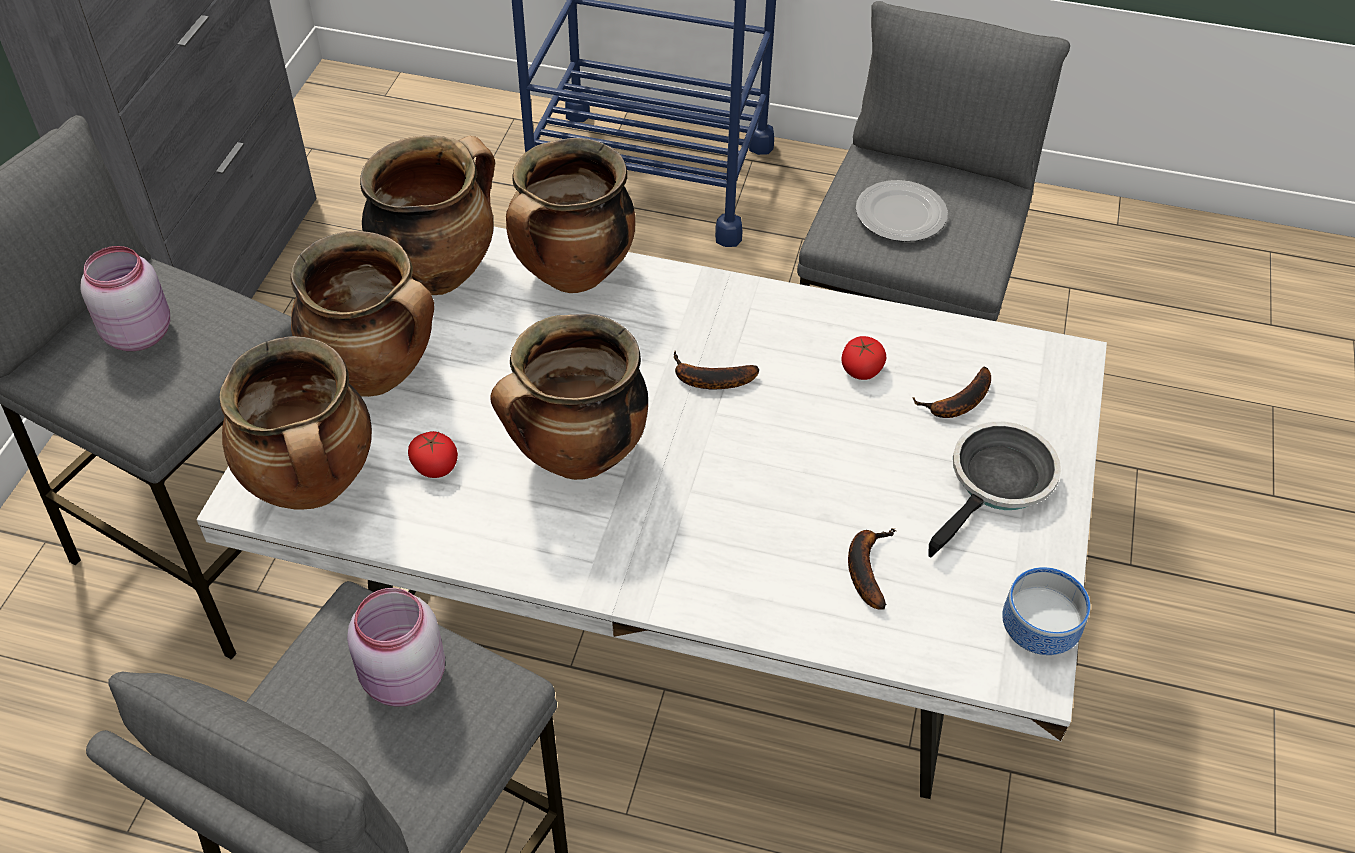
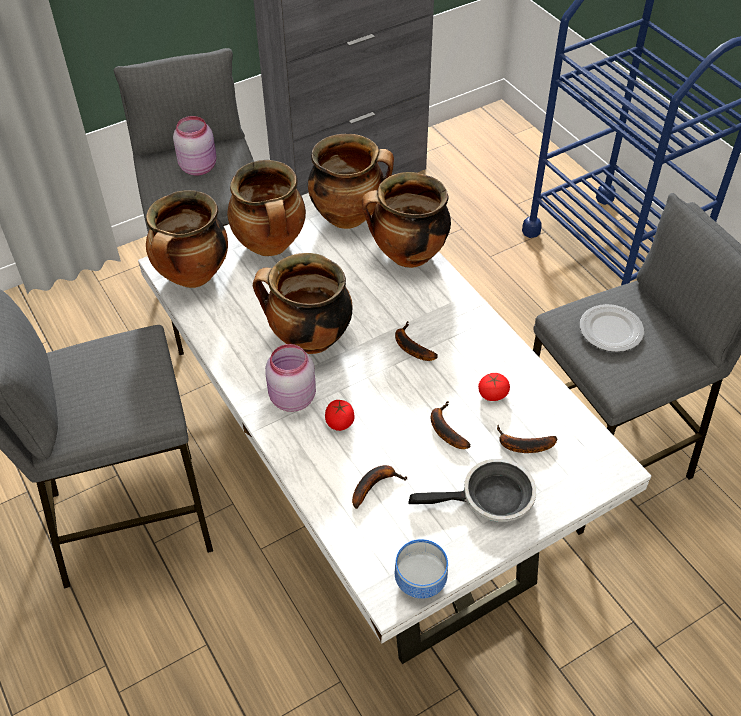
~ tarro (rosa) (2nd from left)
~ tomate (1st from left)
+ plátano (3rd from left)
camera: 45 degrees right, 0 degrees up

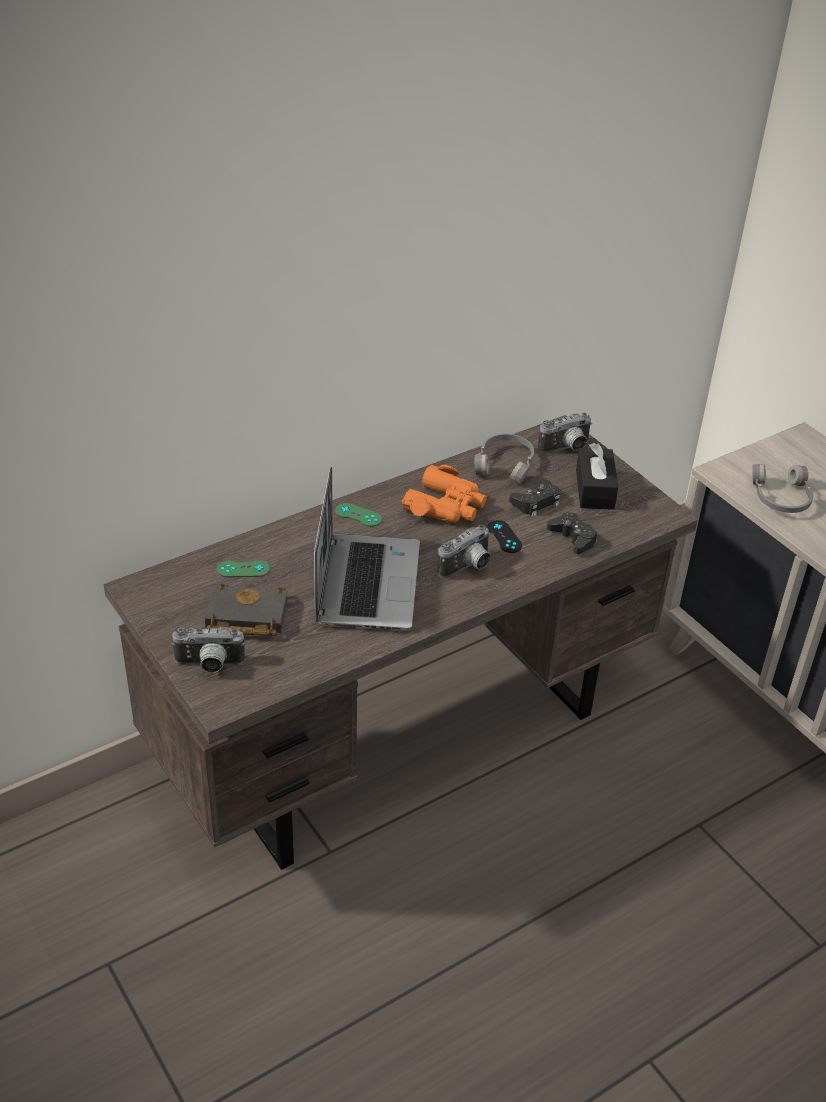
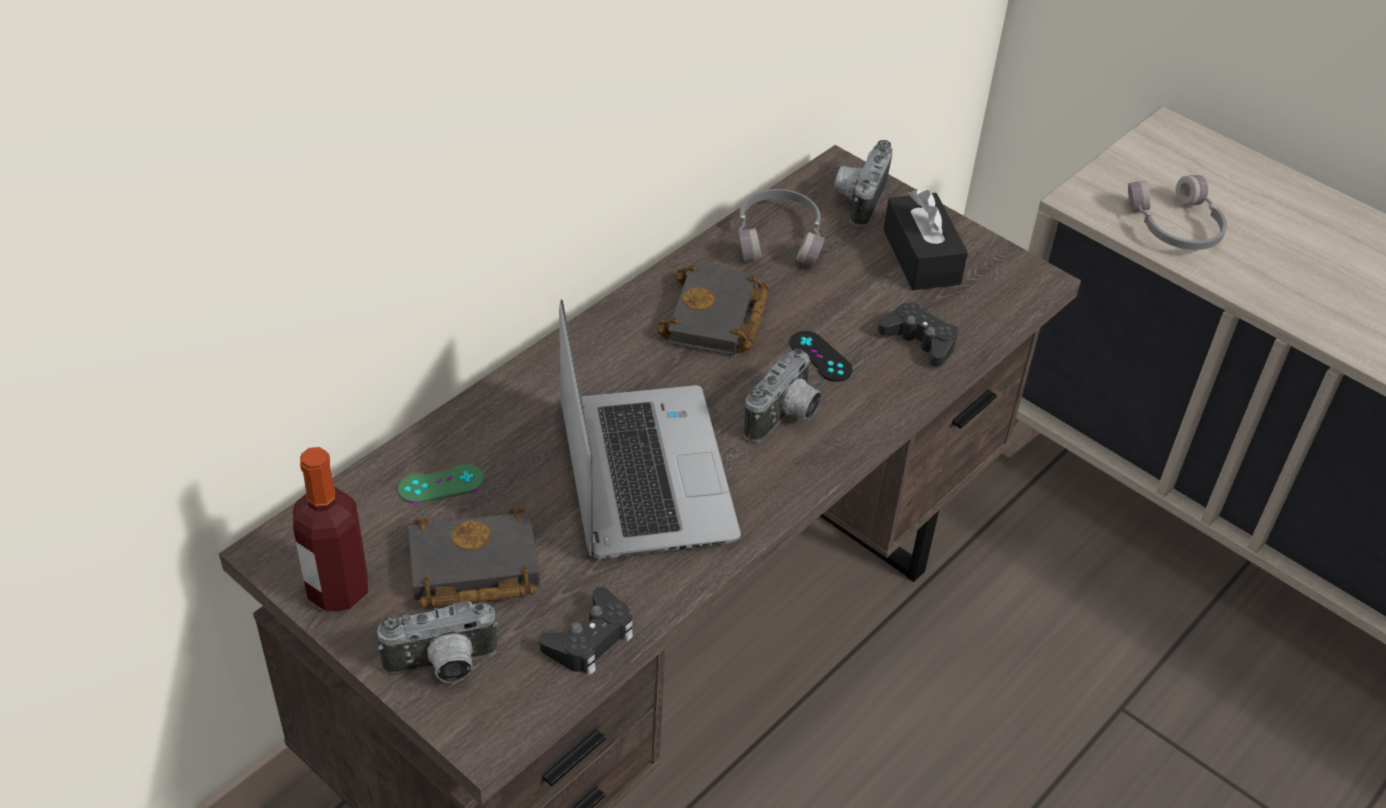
- mando de consola (verde) (2nd from left)
~ prismáticos (naranja) to libro (negro) (2nd from left)
~ mando de consola (negro) (2nd from left in the first image) to mando de consola (negro) (1st from left)
~ cámara (3rd from left) 150 degrees clockwise
+ botella
camera: 15 degrees left, 5 degrees up

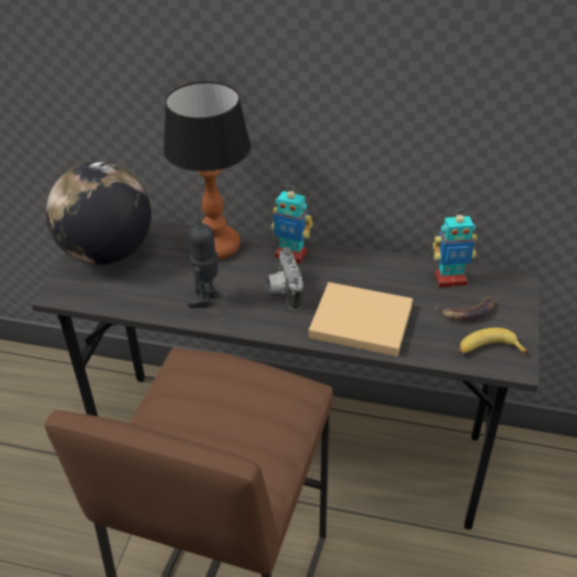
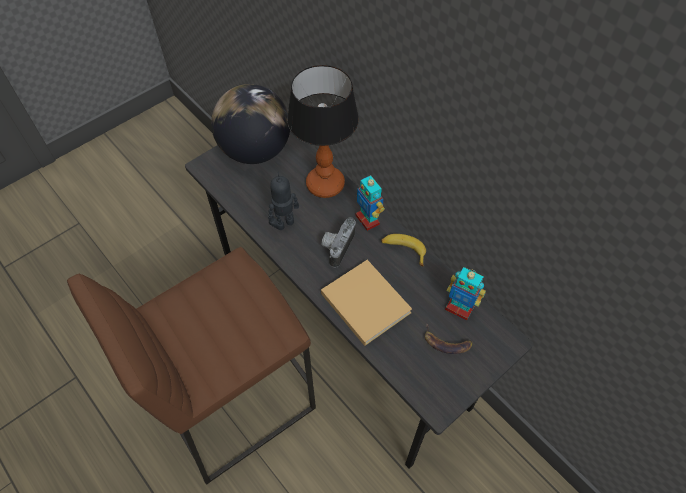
~ plátano (2nd from left in the first image) to plátano (1st from left)
camera: 35 degrees right, 15 degrees up

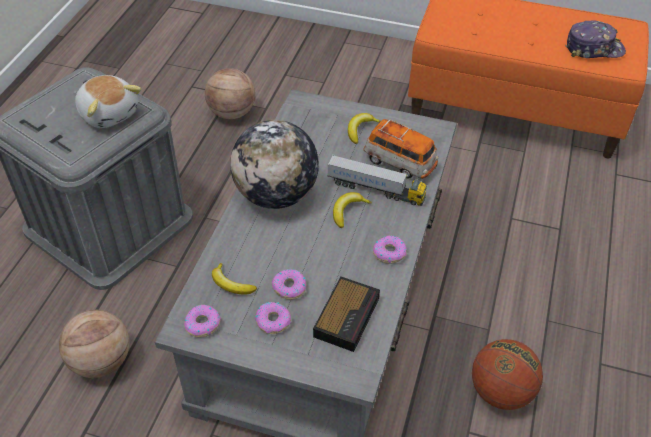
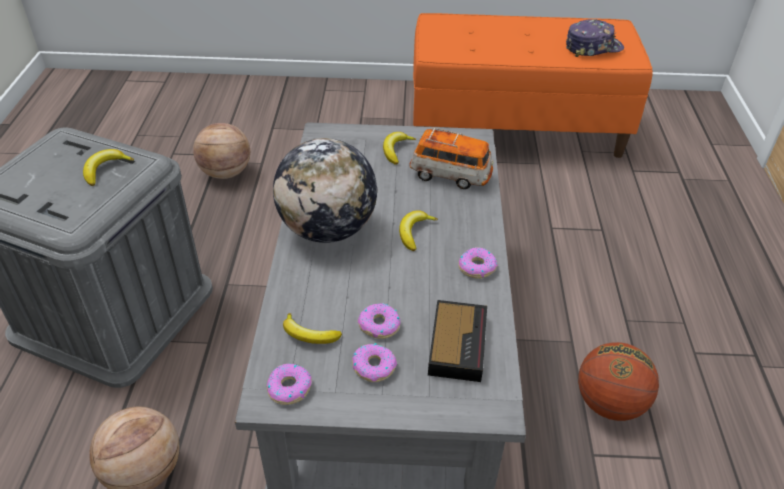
~ peluche to plátano (1st from left)
- camión de juguete
camera: 15 degrees left, 5 degrees down

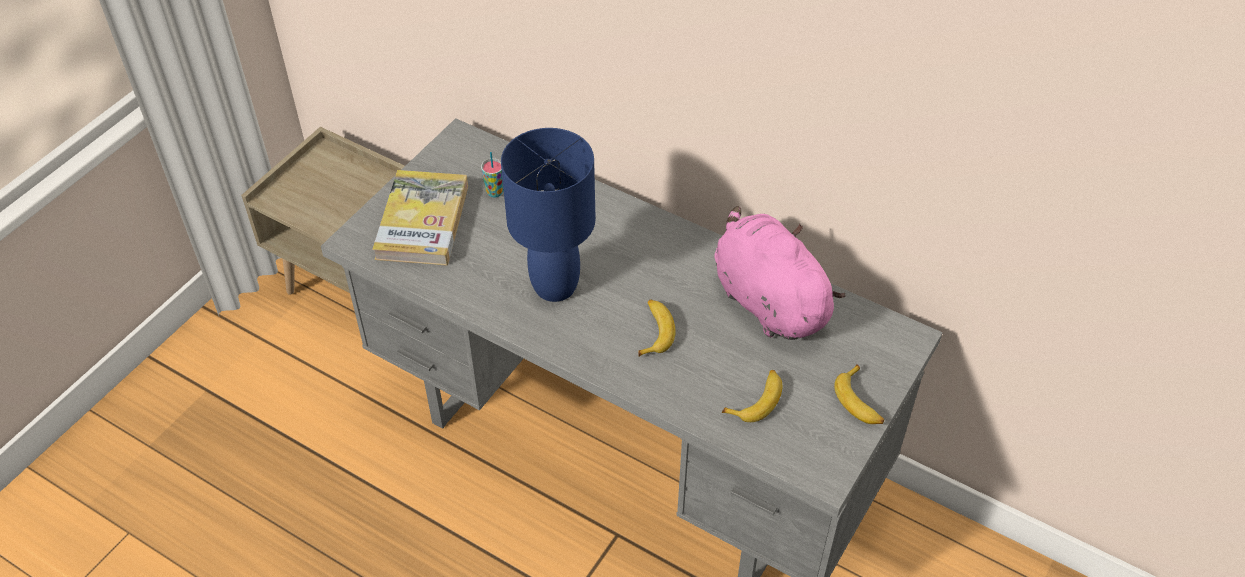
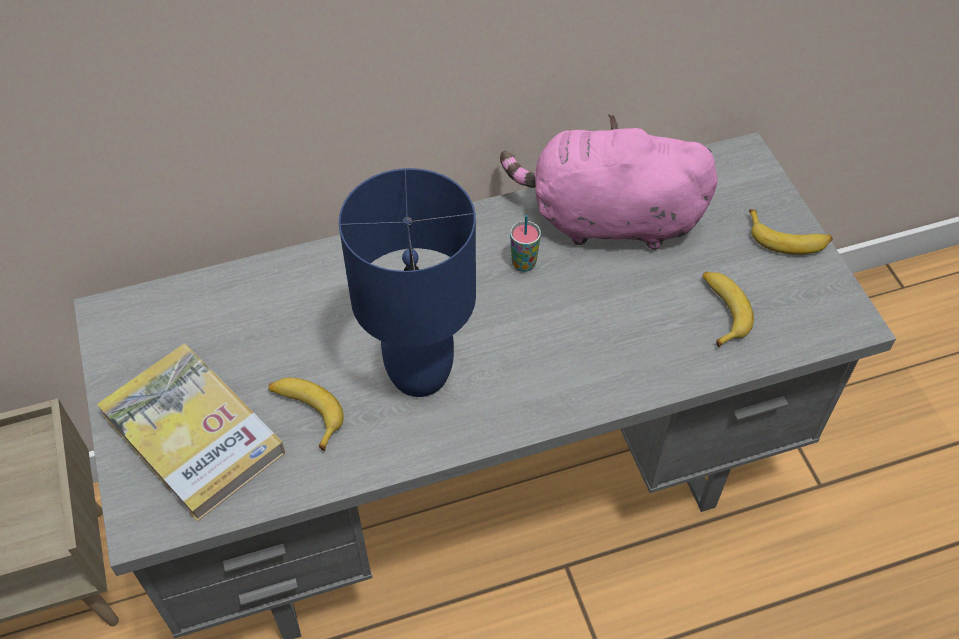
~ taza
~ plátano (1st from left)
camera: 50 degrees left, 5 degrees up

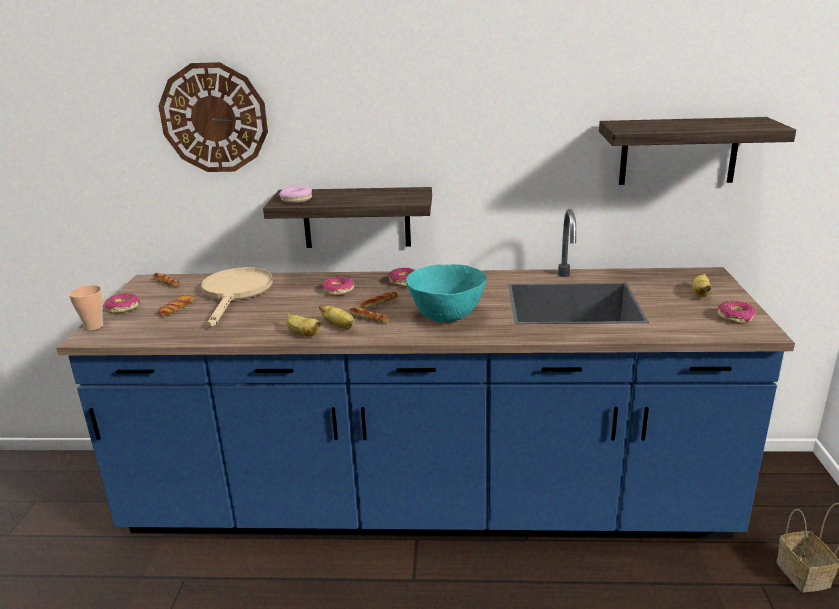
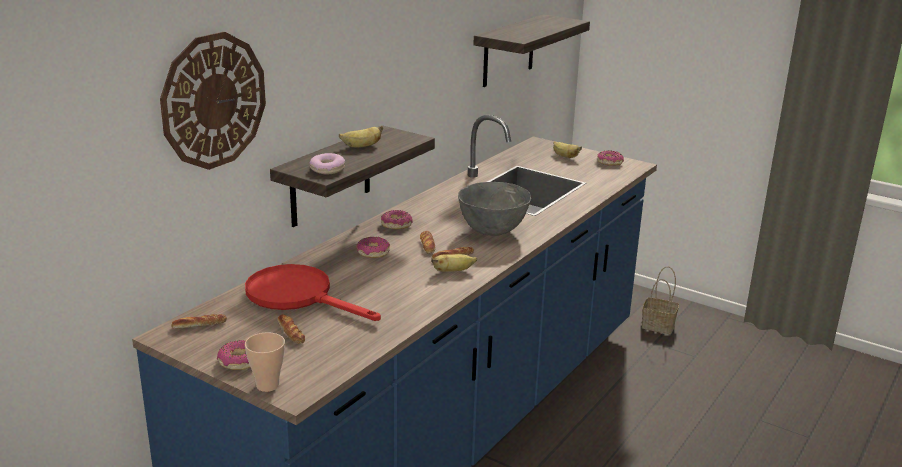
~ sartén (beis) to sartén (rojo)
~ plátano (1st from left)
~ cuenco (turquesa) to cuenco (gris)
camera: 60 degrees left, 0 degrees up

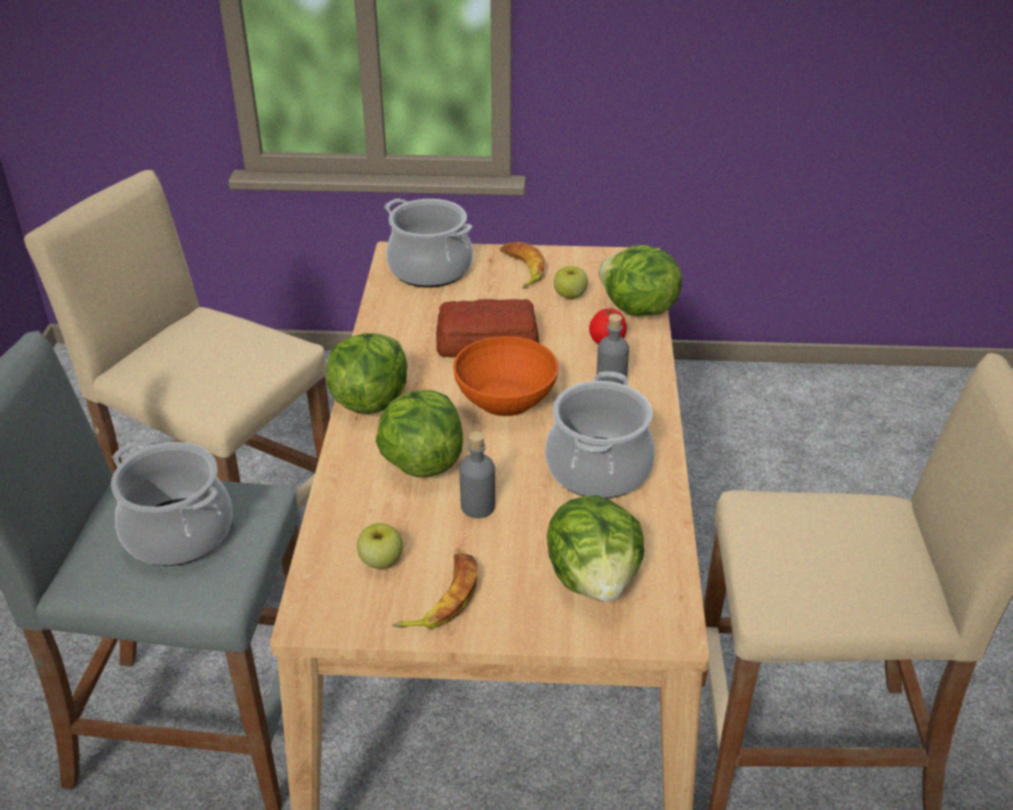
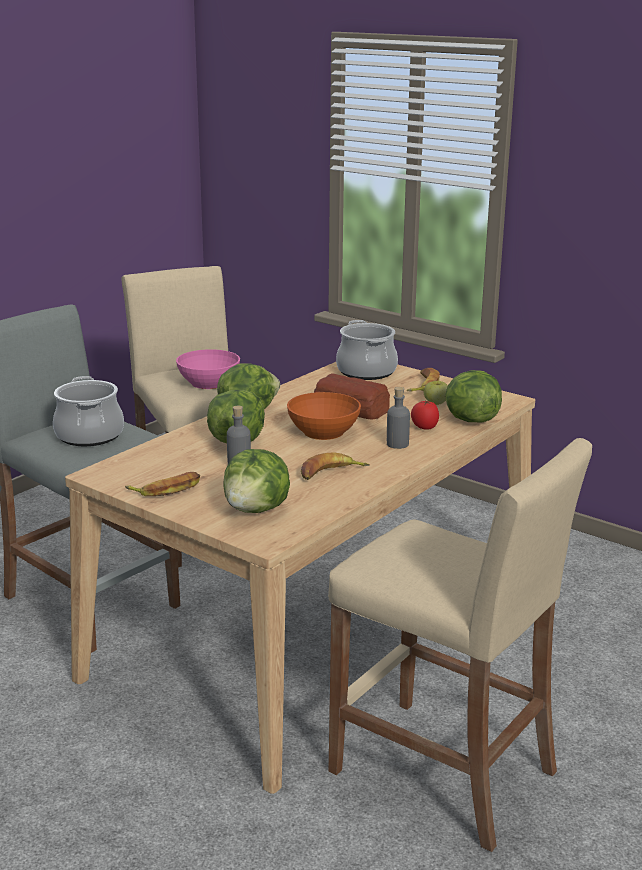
- manzana (1st from left)
~ olla (3rd from left) to plátano (2nd from left)
+ cuenco (rosa)
camera: 35 degrees right, 15 degrees down

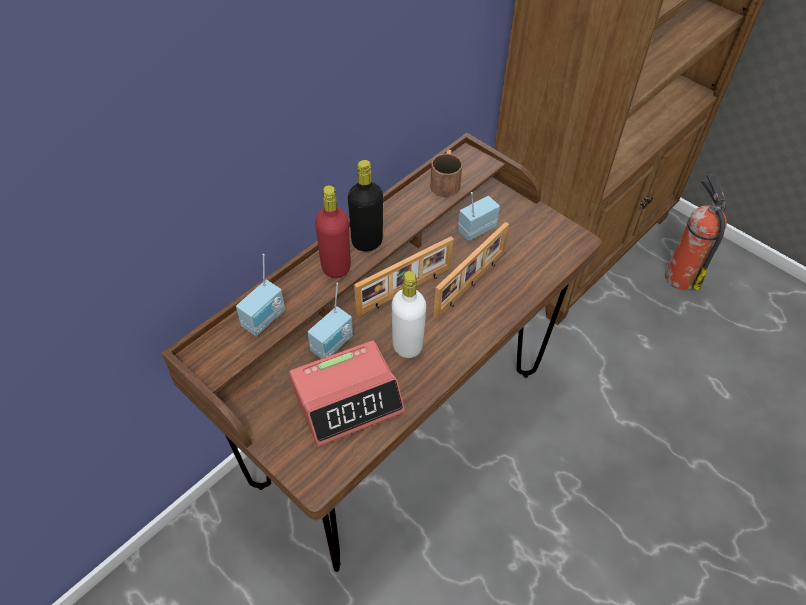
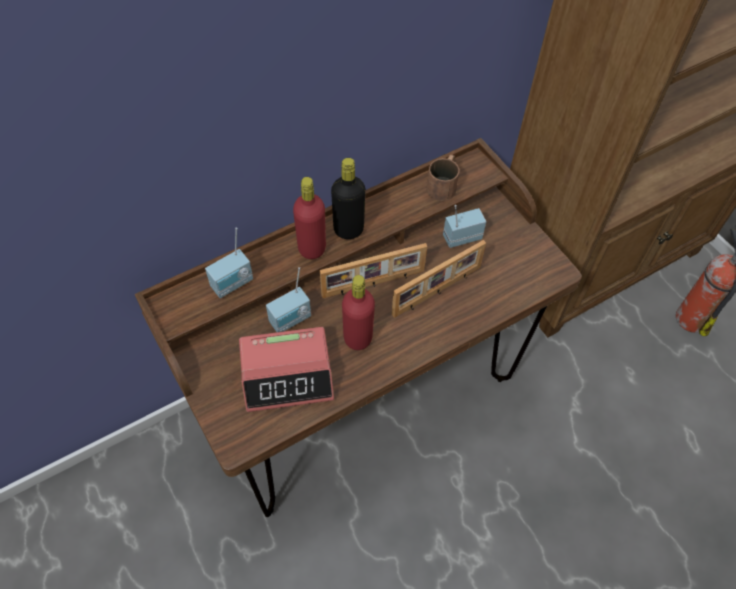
~ botella (blanco) to botella (rojo) (2nd from left)
camera: 15 degrees right, 5 degrees up

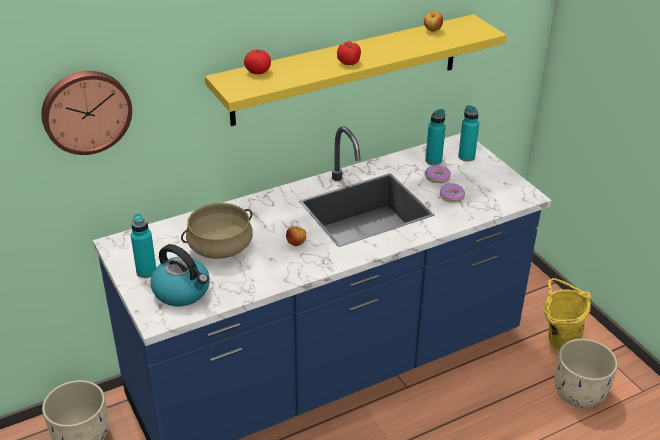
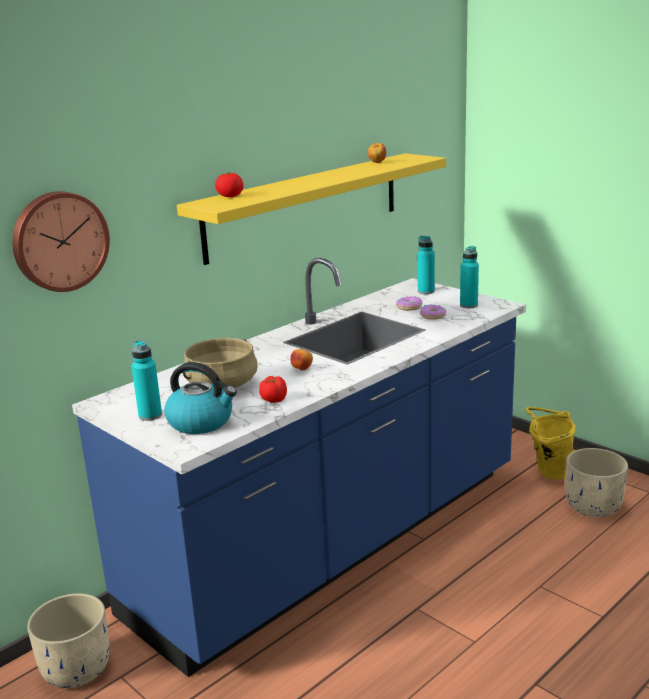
~ tomate (2nd from left)
~ botella (turquesa) (2nd from left in the first image) to botella (turquesa) (3rd from left)
camera: 15 degrees left, 15 degrees down

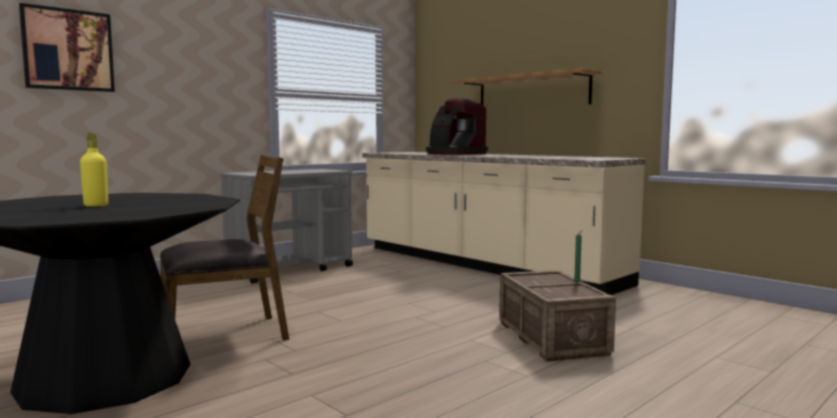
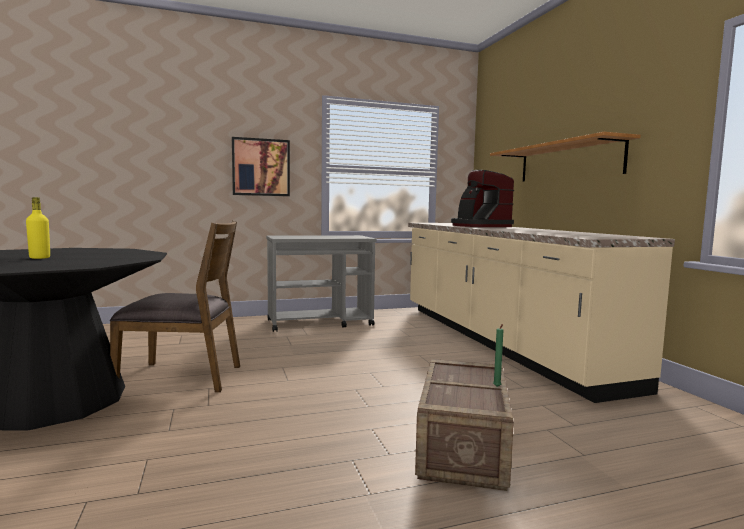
~ cuadro
camera: 25 degrees right, 0 degrees up

